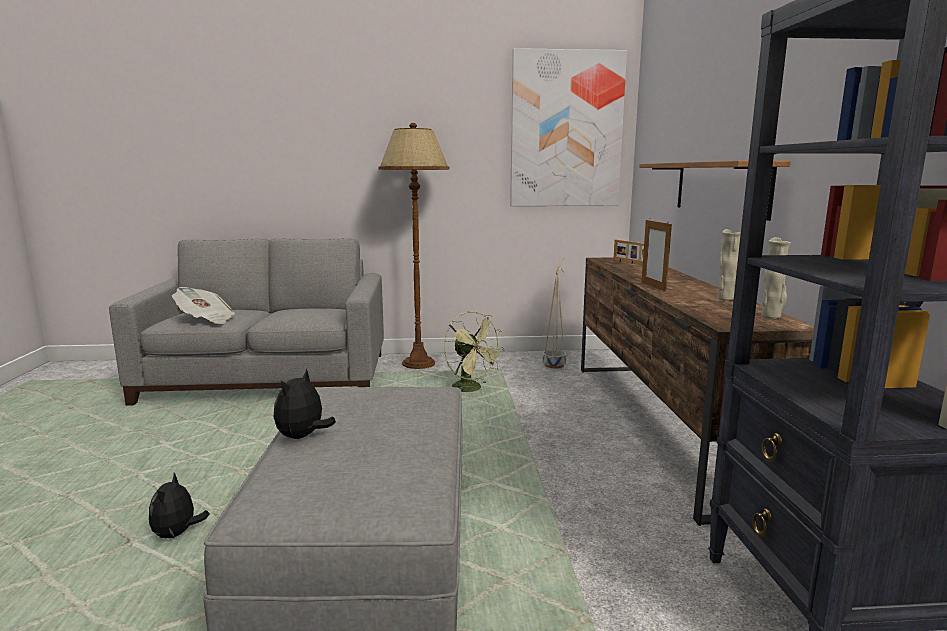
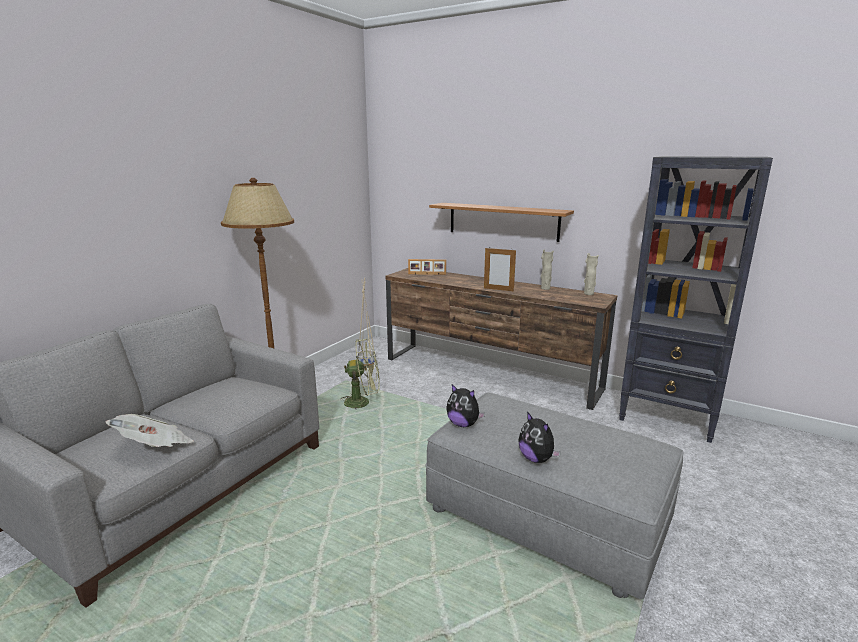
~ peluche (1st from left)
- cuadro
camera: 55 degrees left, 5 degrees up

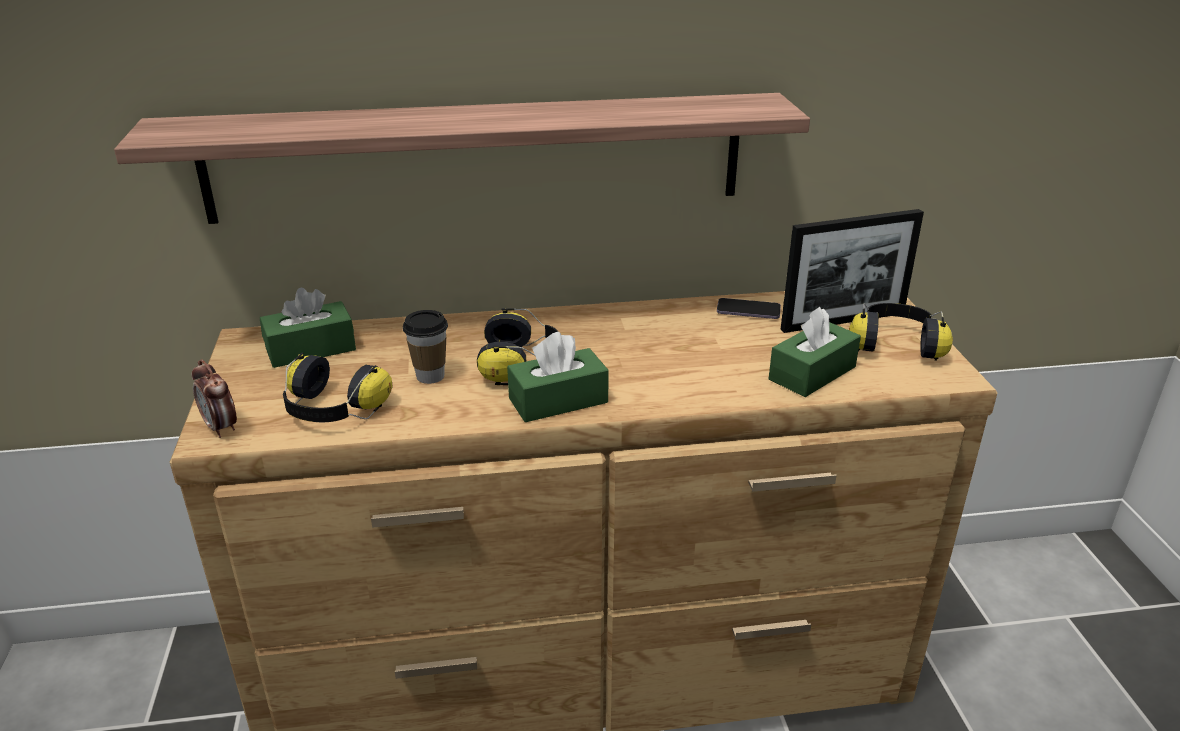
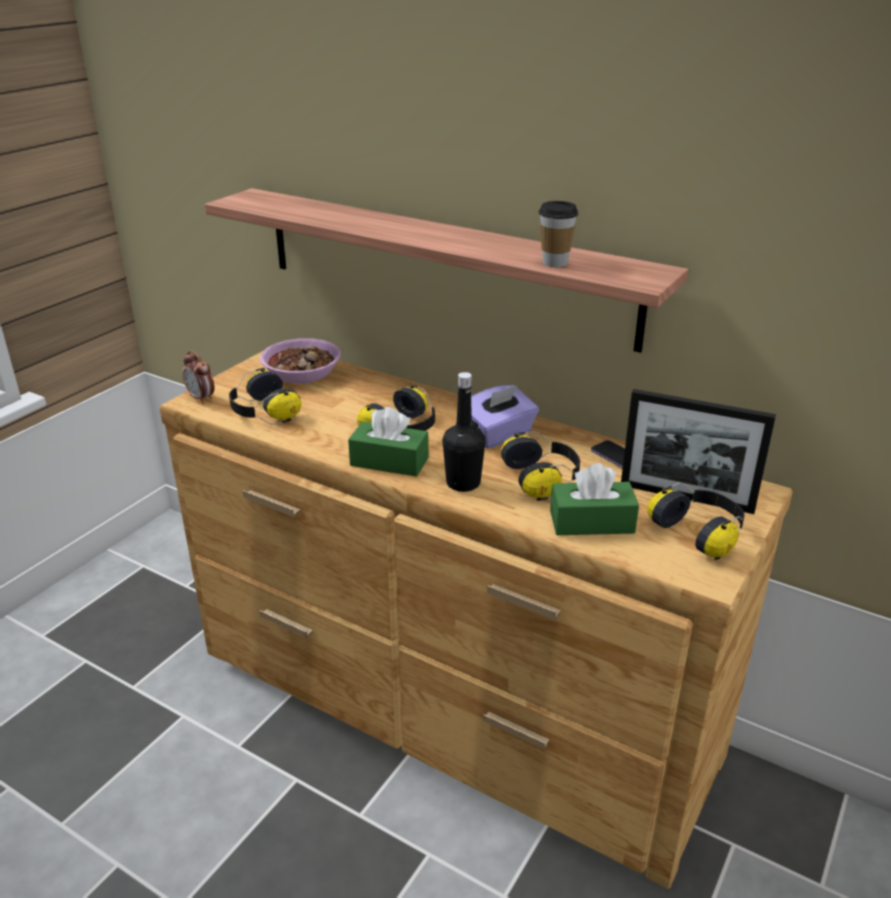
~ despertador 45 degrees counterclockwise
~ caja de pañuelos (verde) (1st from left) to cuenco
~ taza
+ botella (negro)
+ caja de pañuelos (morado)
+ auriculares (3rd from left)
camera: 40 degrees right, 0 degrees up

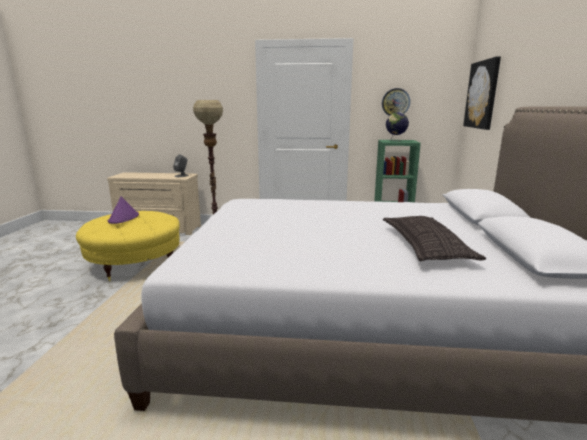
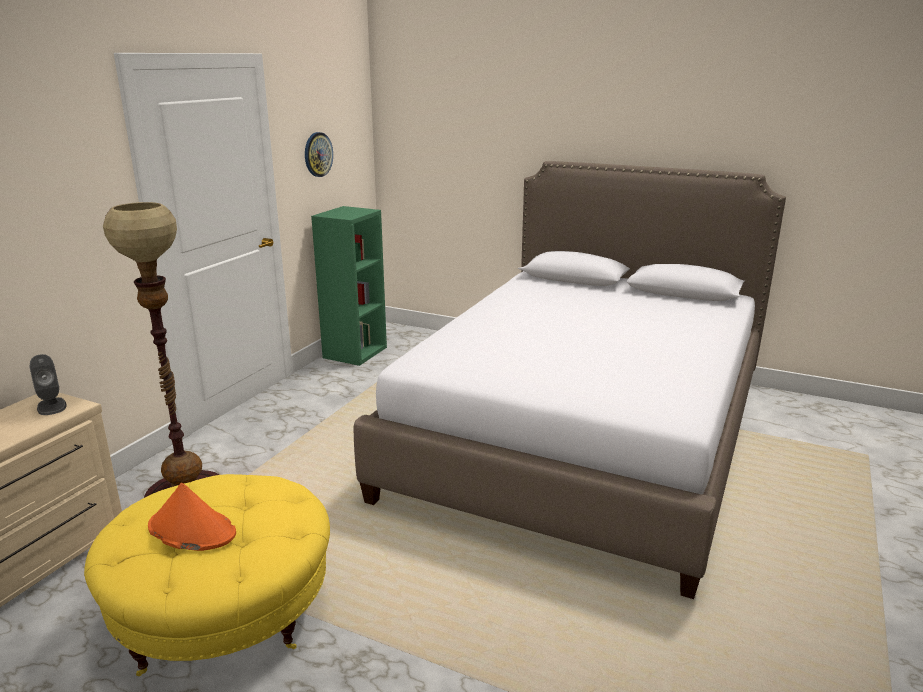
~ sombrero (morado) to sombrero (naranja)
- cojín
- globo terráqueo
- cuadro
camera: 70 degrees left, 5 degrees up

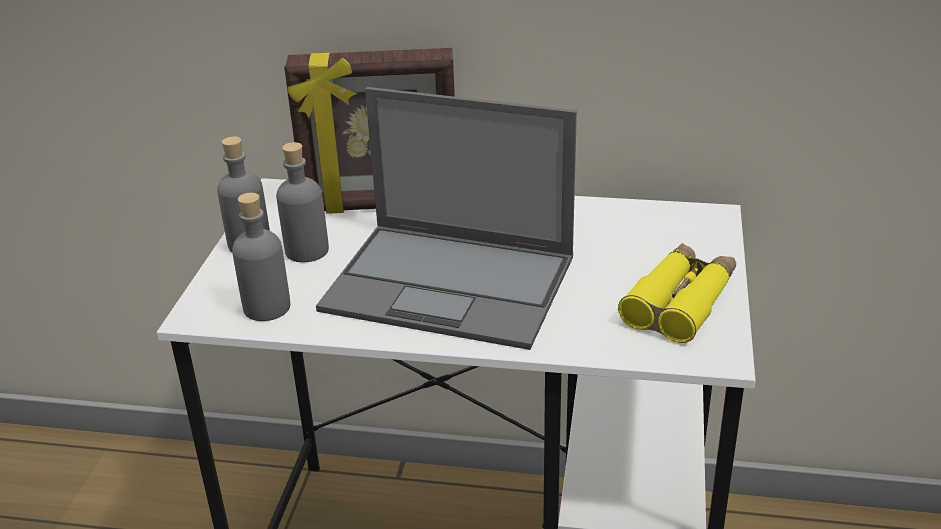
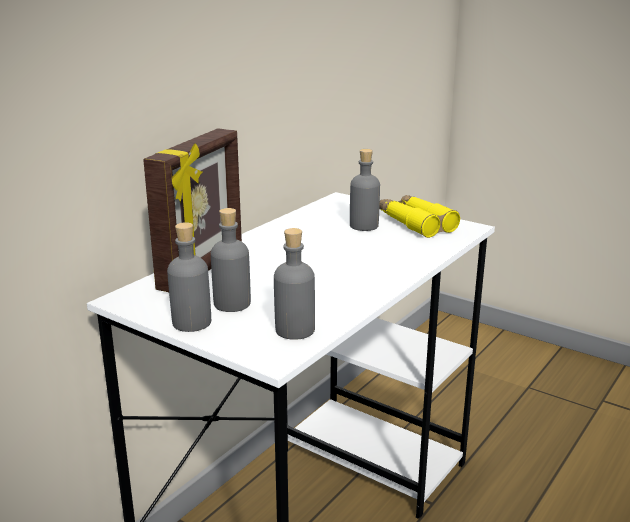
- portátil
+ botella (gris) (4th from left)
camera: 65 degrees left, 10 degrees down

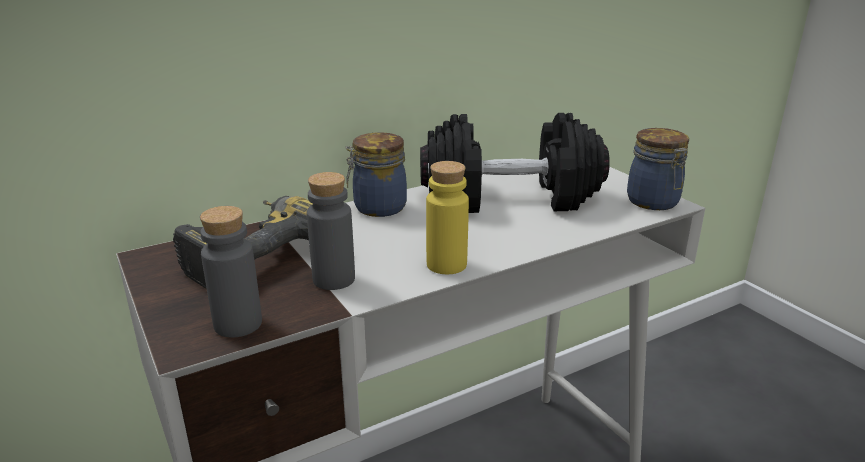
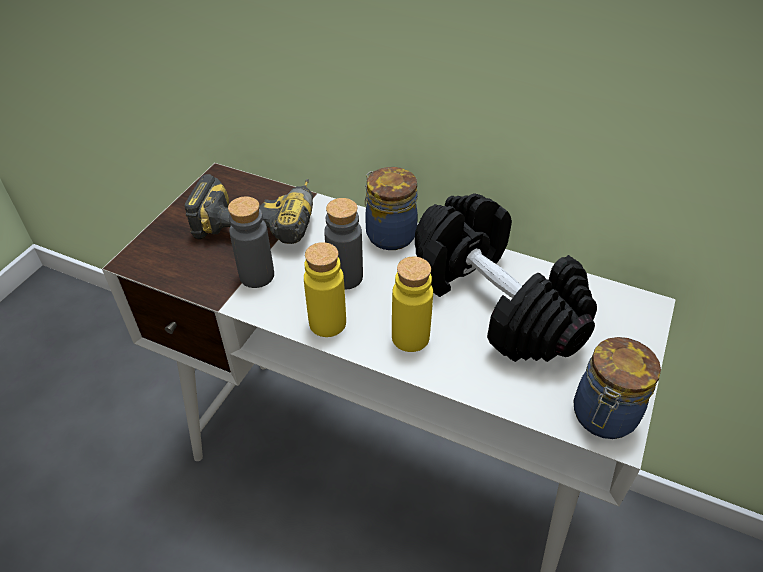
~ botella (gris) (1st from left in the first image) to botella (gris) (2nd from left)
+ botella (amarillo) (2nd from left)
camera: 55 degrees right, 20 degrees up

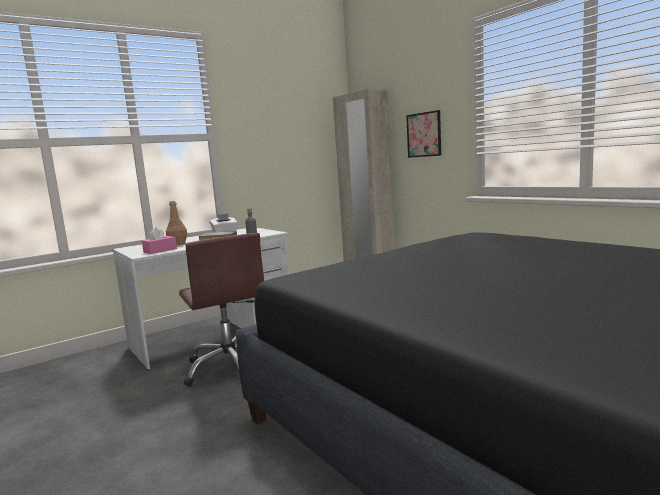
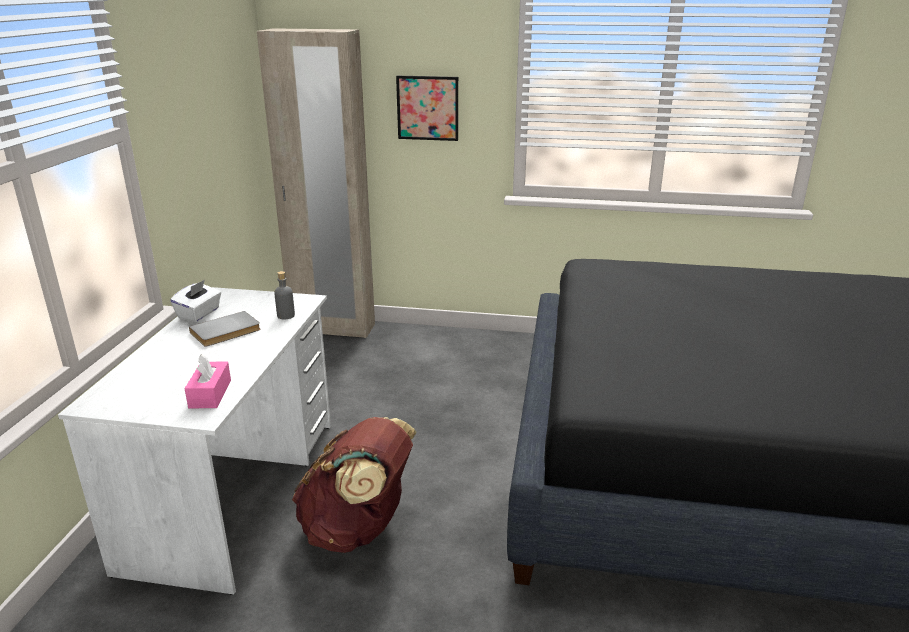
- botella (marrón)
~ silla de oficina (marrón) to mochila (marrón)
camera: 45 degrees left, 15 degrees up

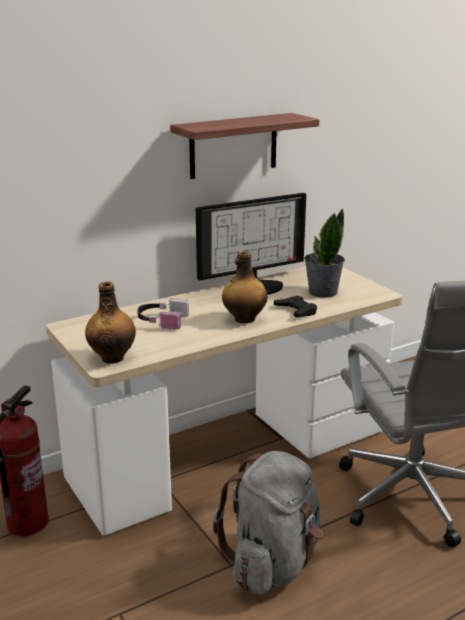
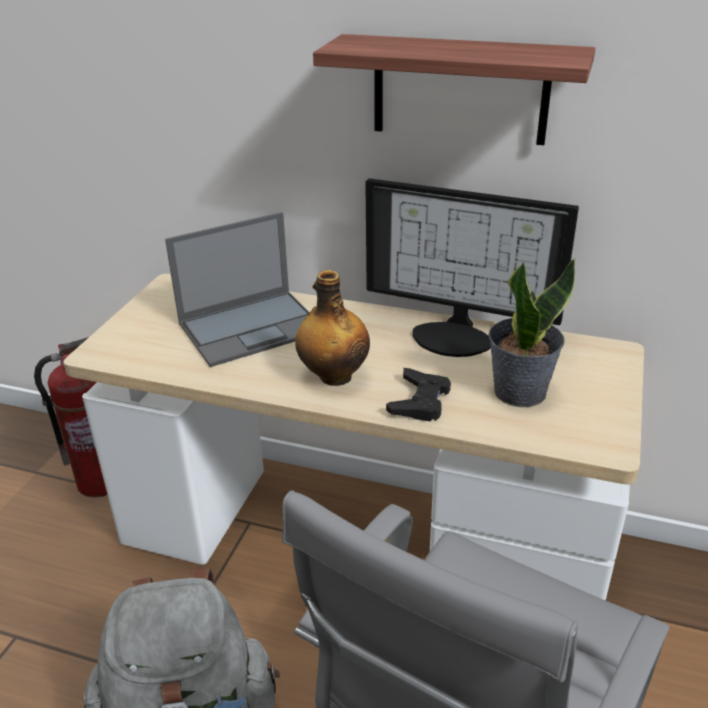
- botella (1st from left)
~ auriculares to portátil
camera: 50 degrees right, 10 degrees up

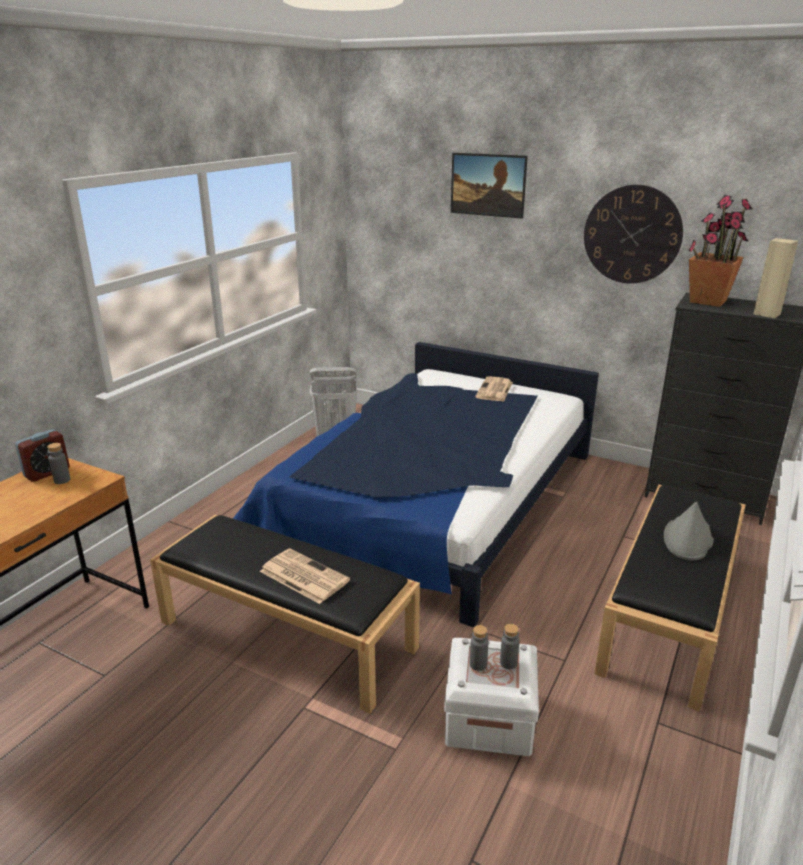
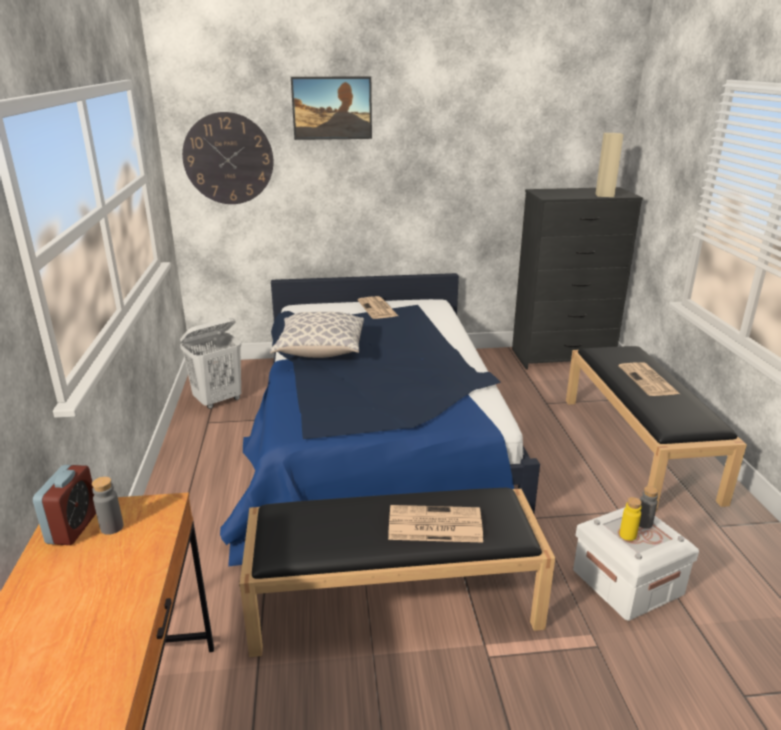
~ botella (gris) (2nd from left) to botella (amarillo)
~ reloj de pared
~ sombrero (gris) to periódico (3rd from left)
- planta en maceta
+ cojín
camera: 35 degrees left, 0 degrees up

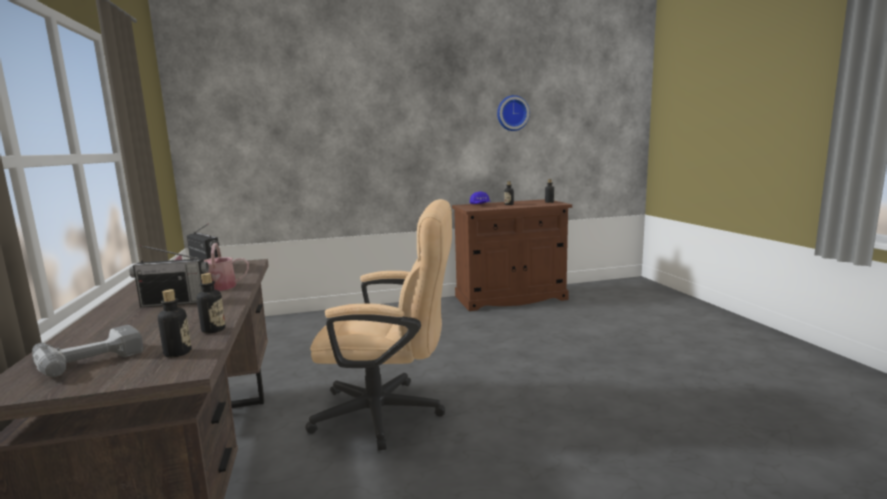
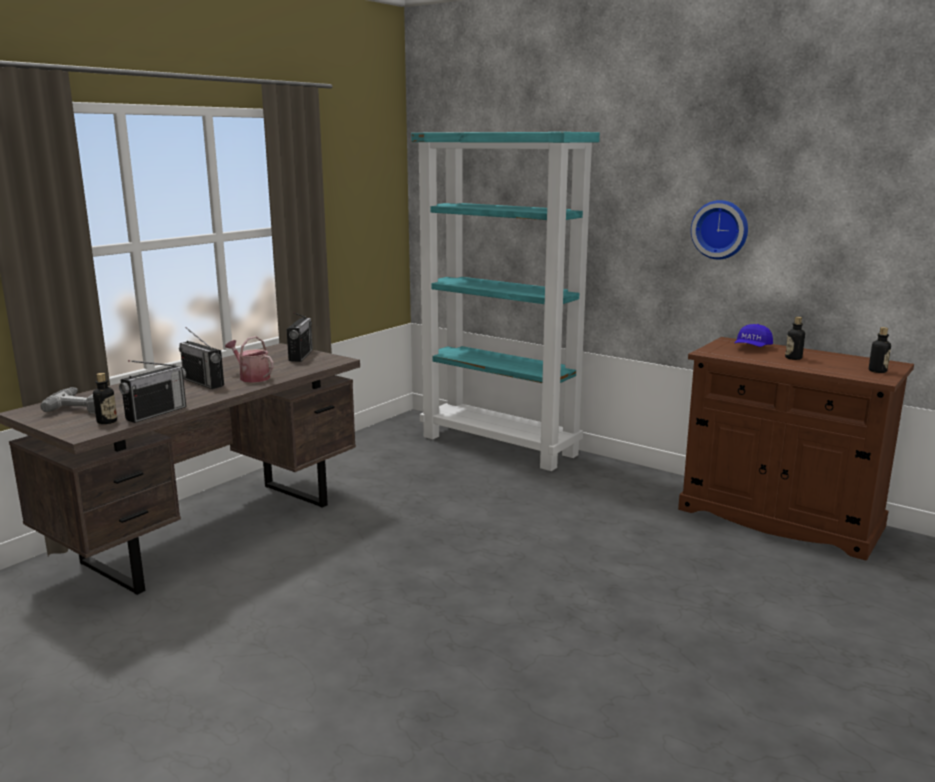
~ botella (2nd from left) to radio (1st from left)
- silla de oficina (beis)
~ reloj de pared
+ estantería (turquesa)
camera: 50 degrees right, 5 degrees up

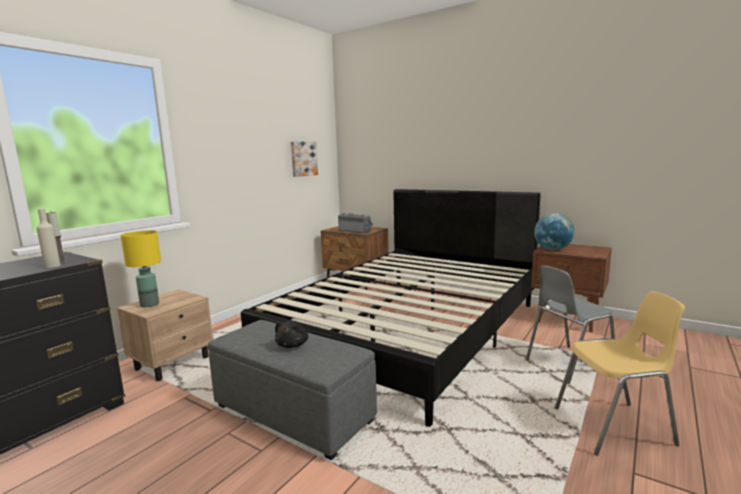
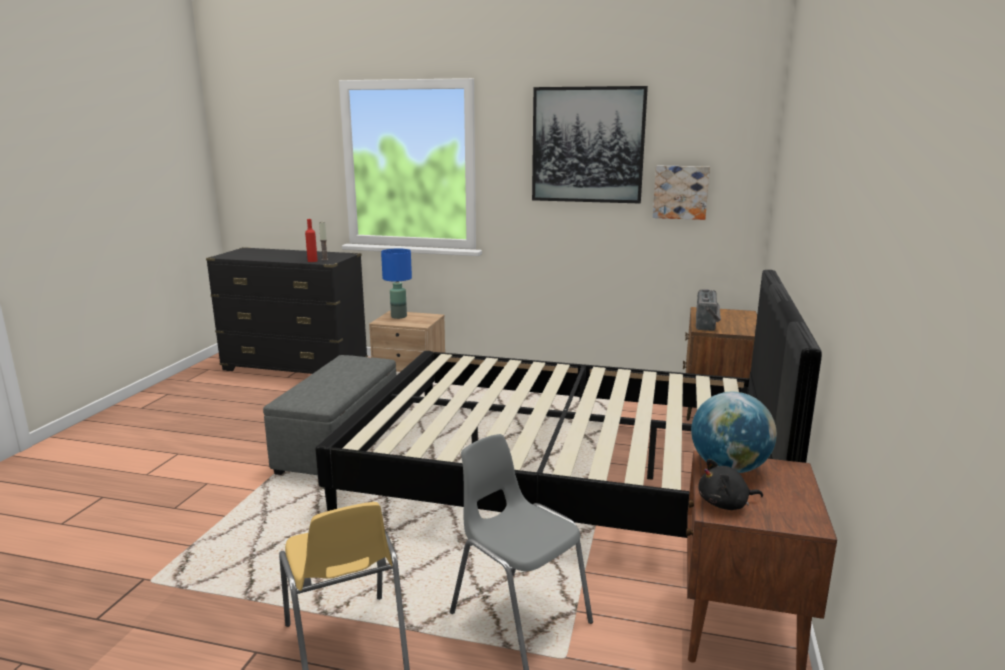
~ botella (beis) to botella (rojo)
~ lámpara de mesa (amarillo) to lámpara de mesa (azul)
~ peluche (negro)
+ cuadro (1st from left)
camera: 70 degrees right, 5 degrees up

